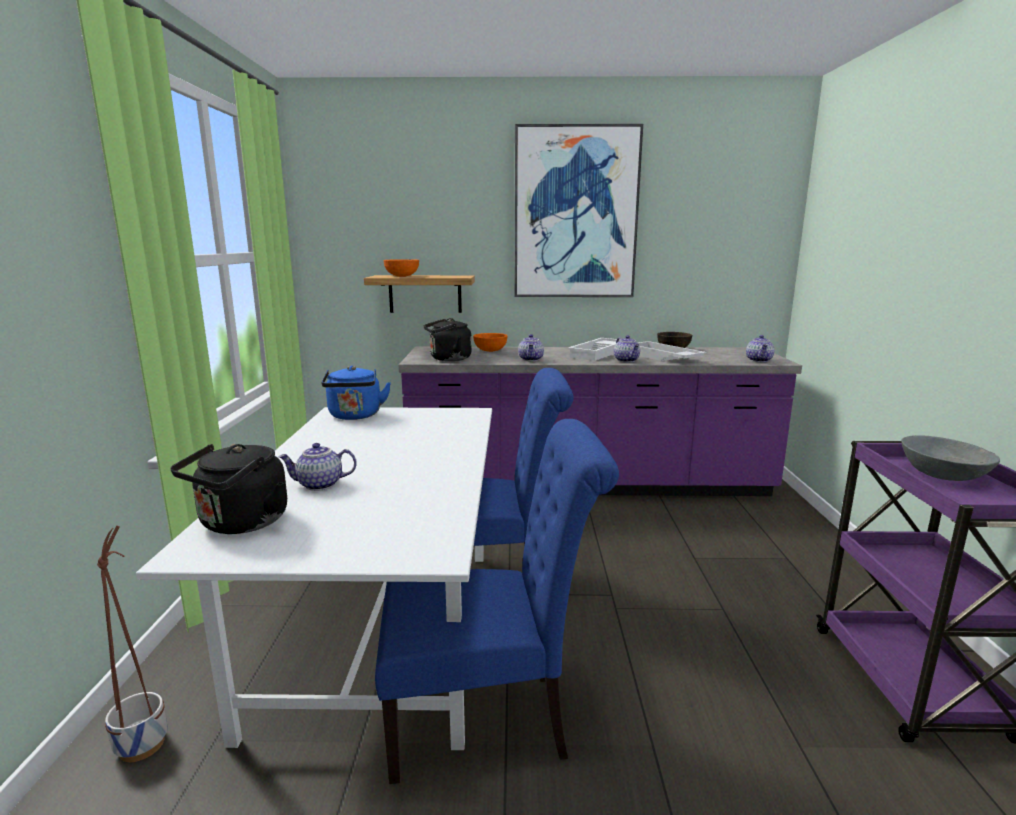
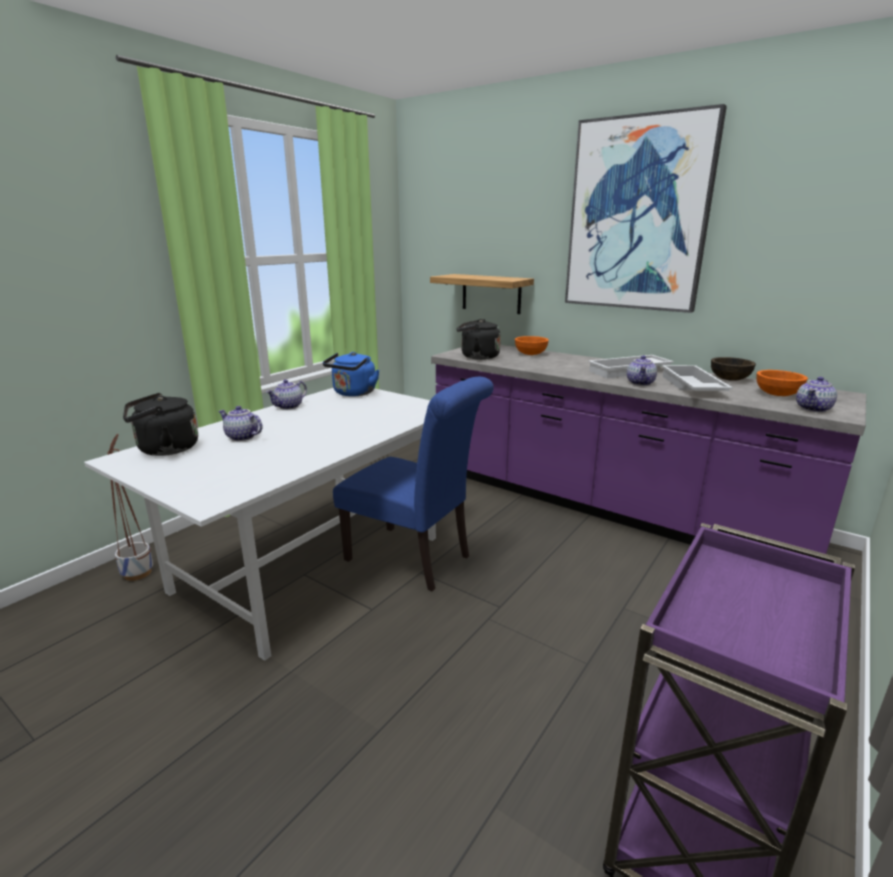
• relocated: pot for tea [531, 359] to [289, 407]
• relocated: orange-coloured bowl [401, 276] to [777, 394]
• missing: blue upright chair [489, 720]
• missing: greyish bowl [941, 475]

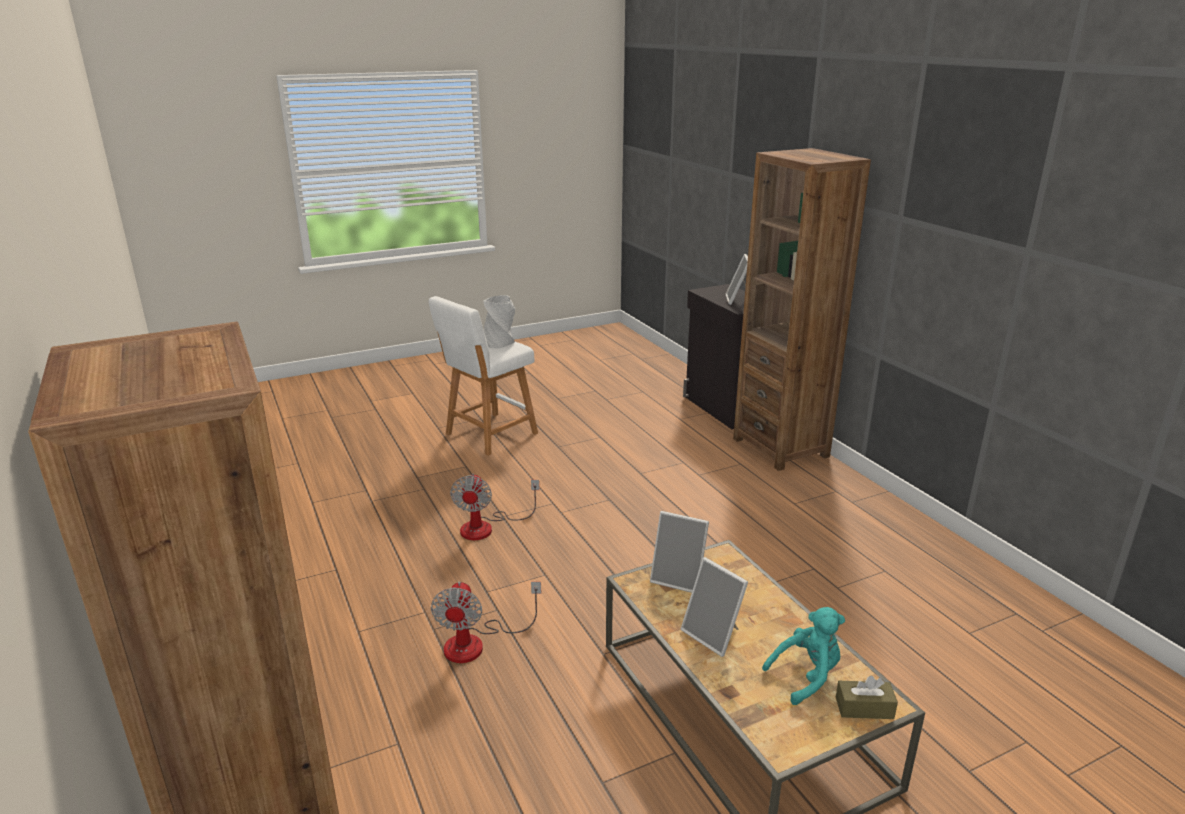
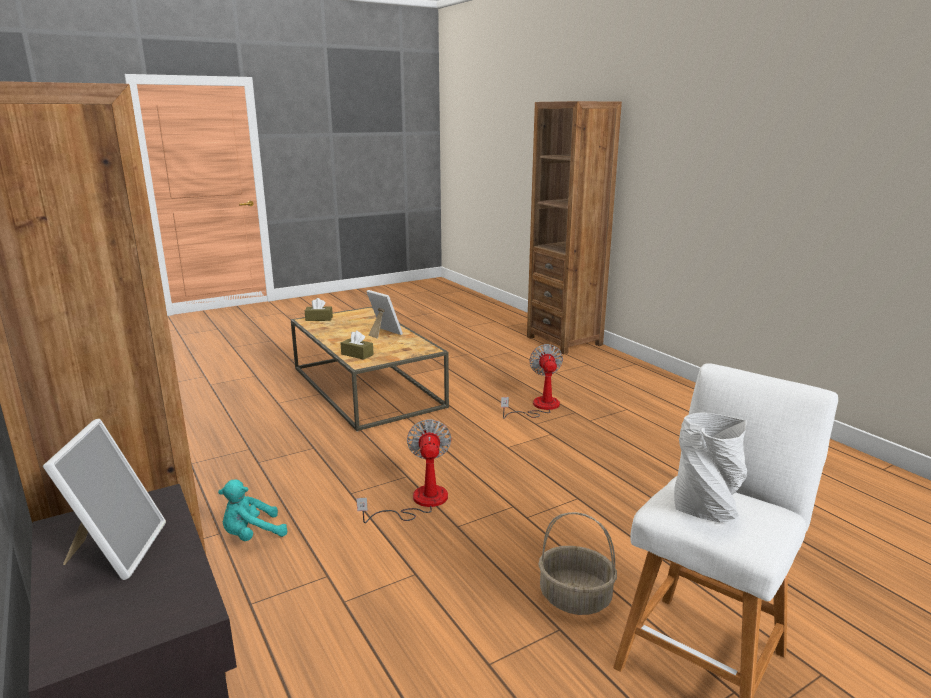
• relocated: turquoise-coloured soft toy [806, 676] to [252, 535]
• appeared: brown box of tissues [357, 354]
• relocated: cooling fan [487, 527] to [419, 502]
• appeared: household basket [574, 598]
• missing: photo frame [679, 578]

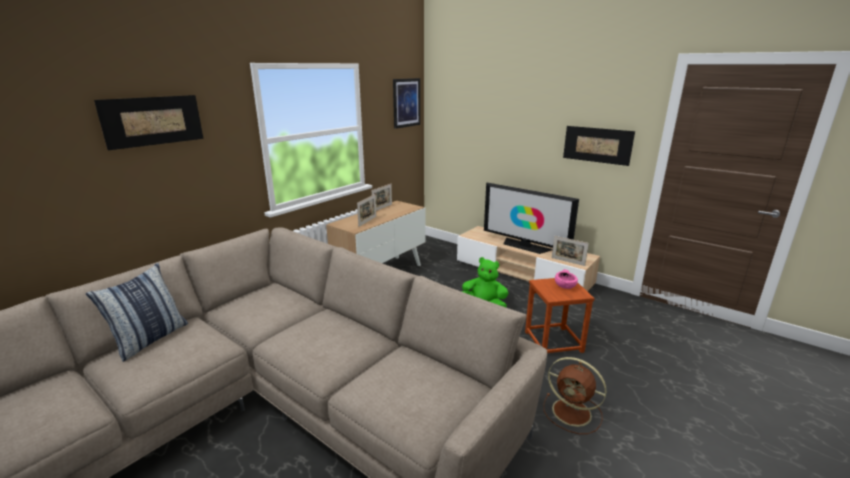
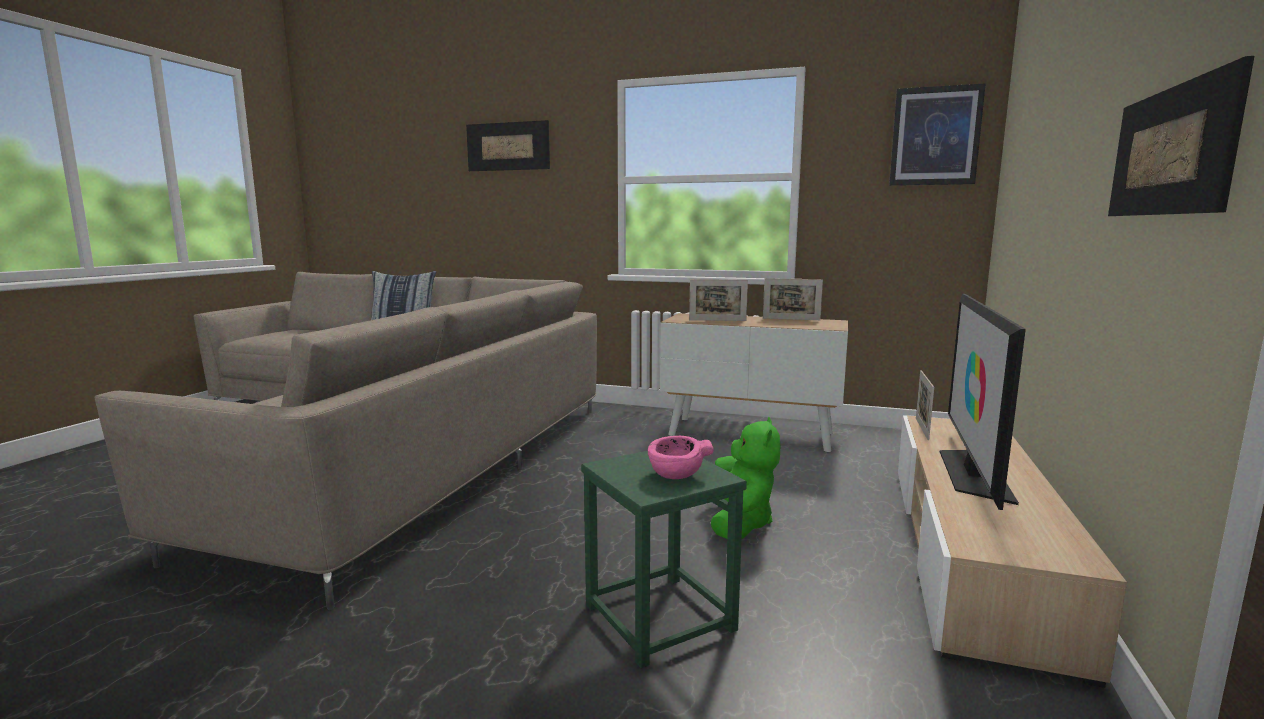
• colour: brown sitting stool [553, 342] to green sitting stool [658, 618]
• relocated: photo frame [568, 261] to [922, 429]
• missing: brown cooling fan [573, 413]

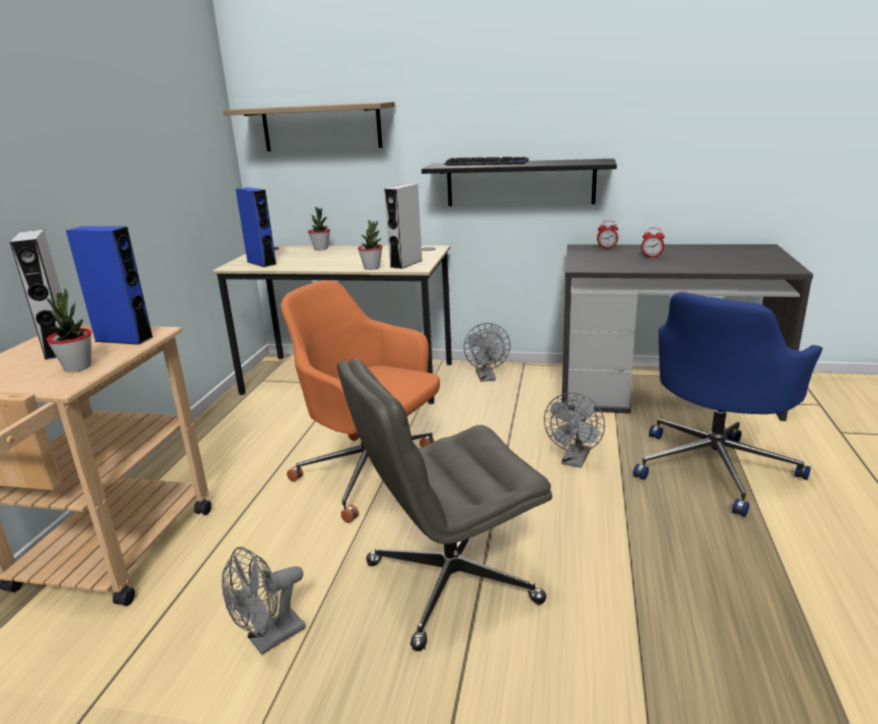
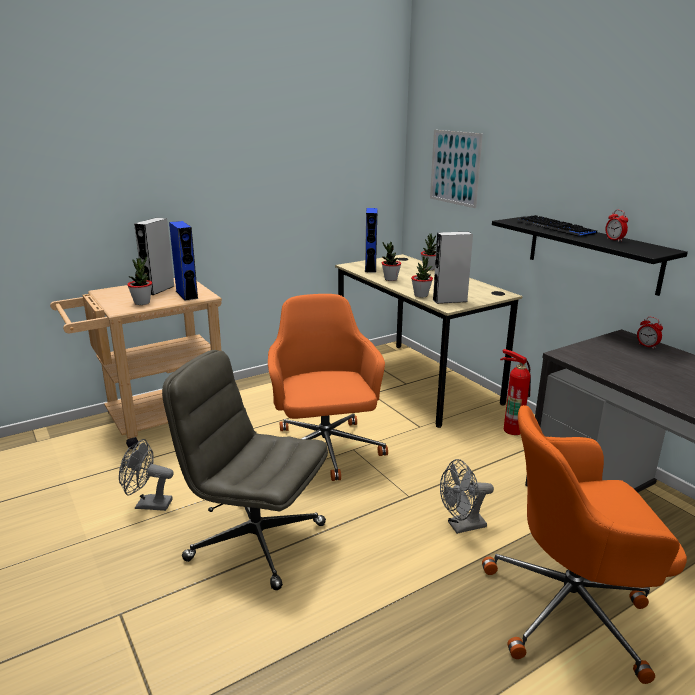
• appeared: houseplant [390, 279]
• exchanged: wall shelf [321, 127] to wall picture [455, 168]
• colour: blue computer chair [715, 466] to orange-coloured computer chair [571, 609]
• exchanged: greyish cooling fan [487, 378] to fire extinguisher [512, 429]
• relocated: bedside clock [651, 257] to [614, 240]

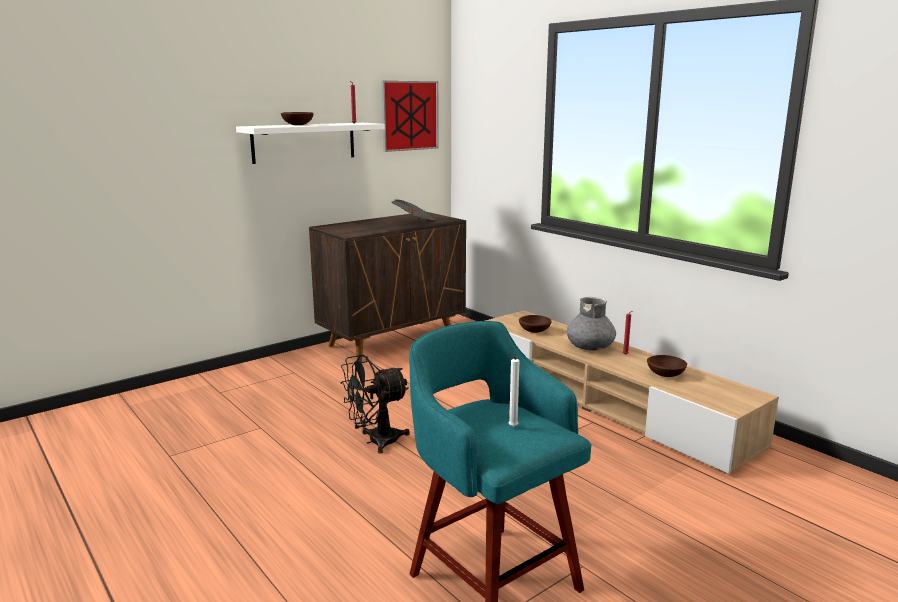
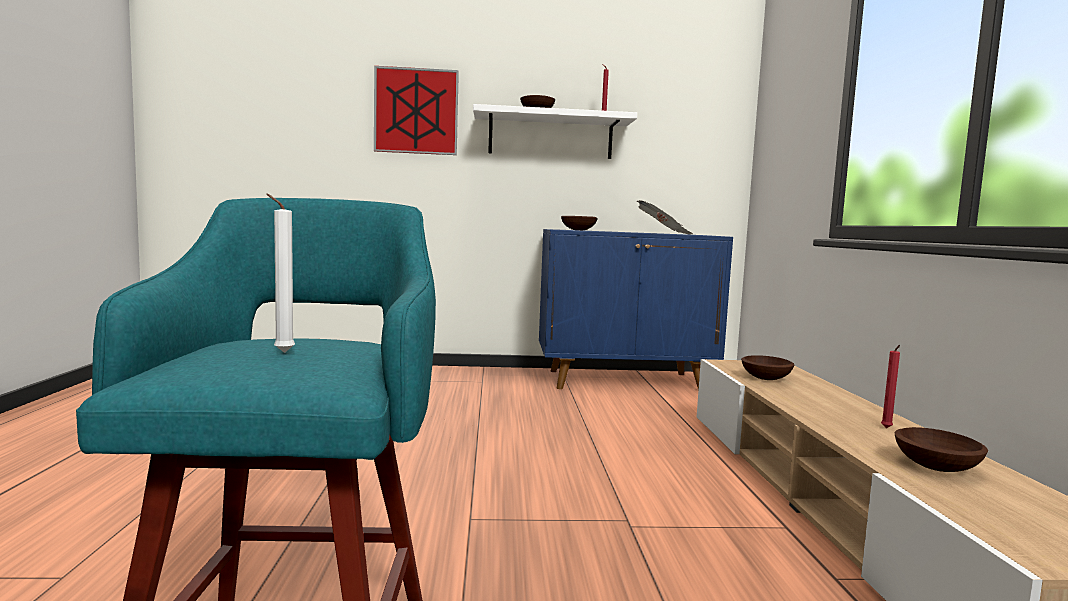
• relocated: wall picture [410, 115] to [416, 111]
• colour: brown cupboard [393, 340] to blue cupboard [625, 381]
• appeared: brown bowl [579, 230]
• missing: black cooling fan [375, 441]
• missing: greyish decorative vase [590, 347]

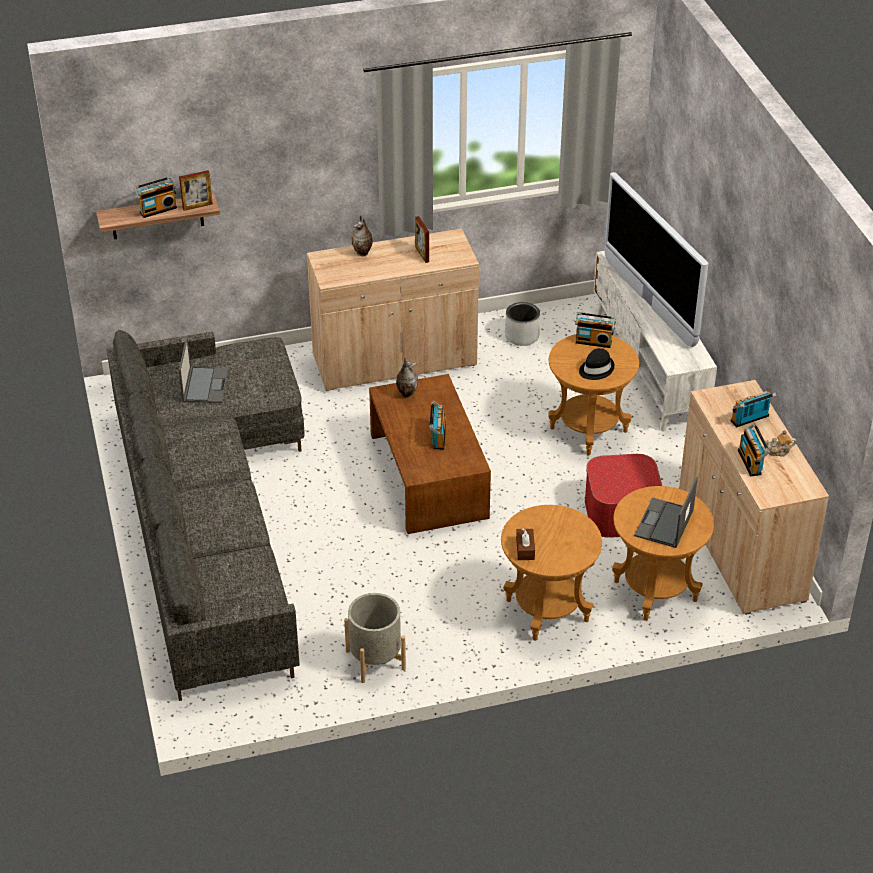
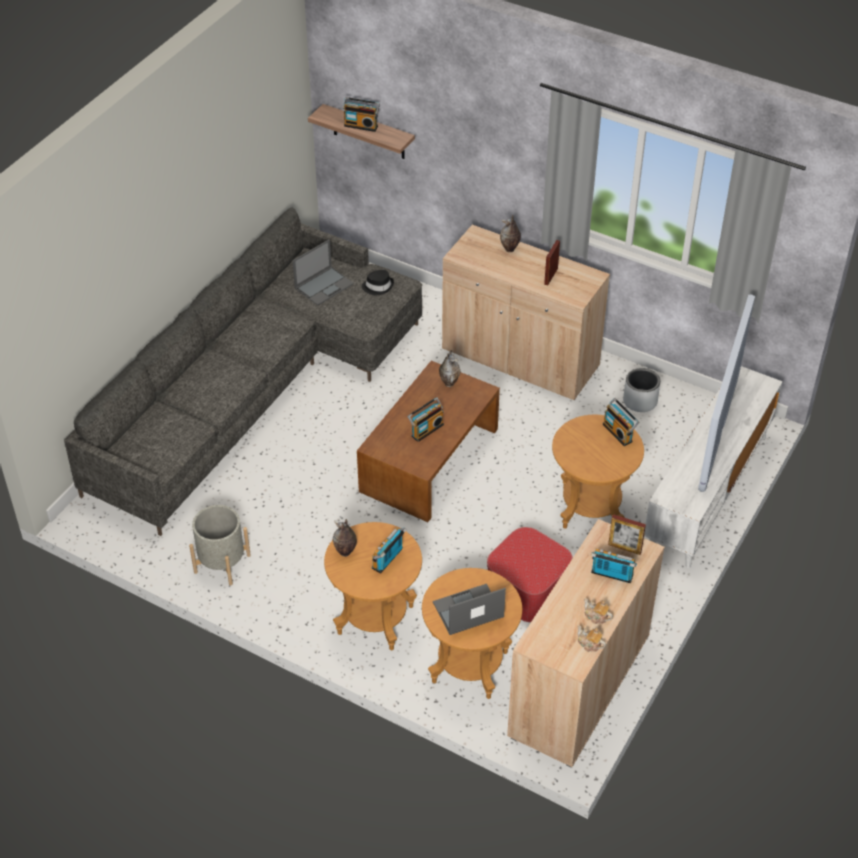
• exchanged: brown box of tissues [525, 549] to decorative vase [345, 552]
• relocated: black wearable hat [596, 369] to [378, 286]
• relocated: radio set [751, 462] to [389, 559]
• appeared: pot for tea [589, 644]
• relocated: photo frame [197, 206] to [624, 548]

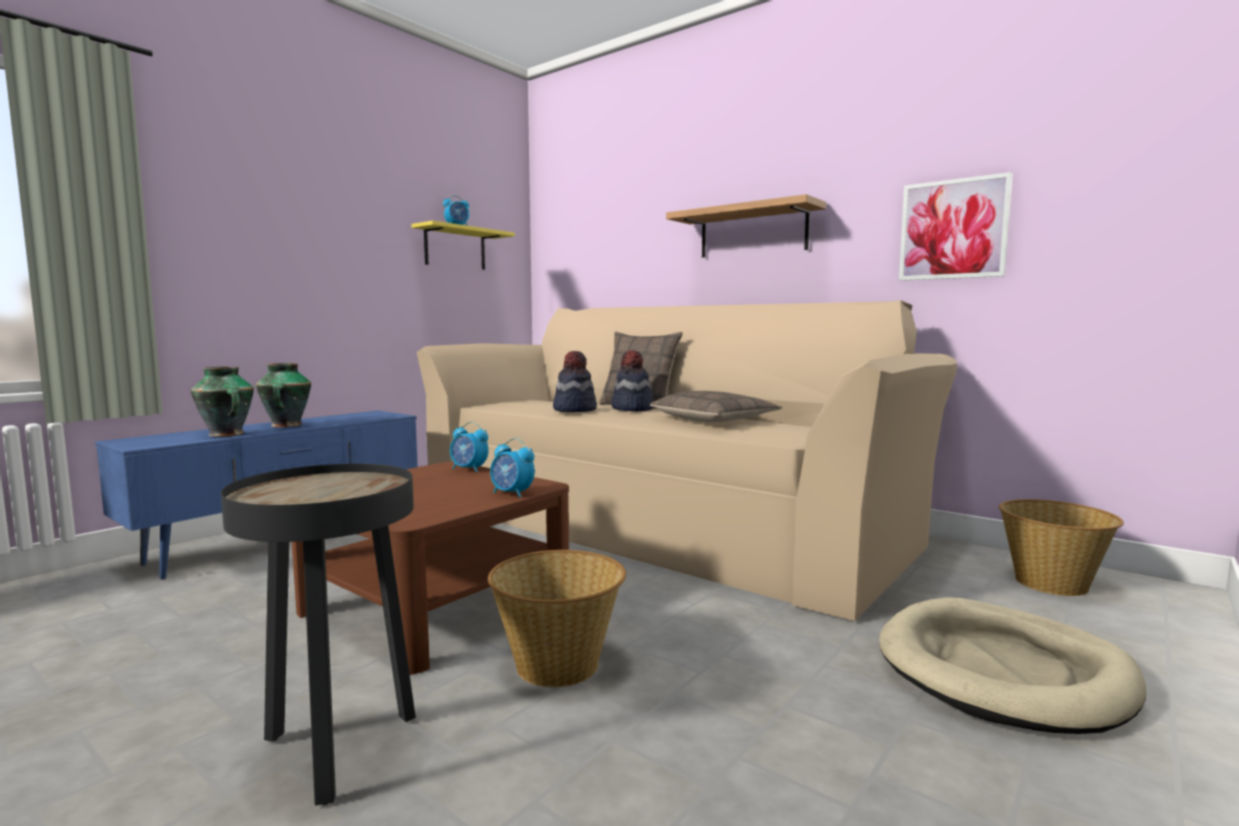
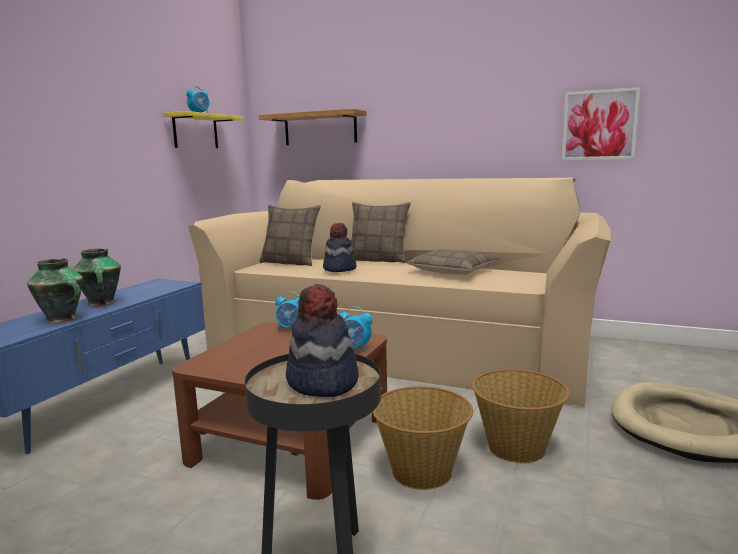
• relocated: wall shelf [753, 232] to [320, 129]
• appeared: pillow [290, 262]
• relocated: wearable hat [632, 409] to [322, 382]
• relocated: household basket [1052, 583] to [517, 447]

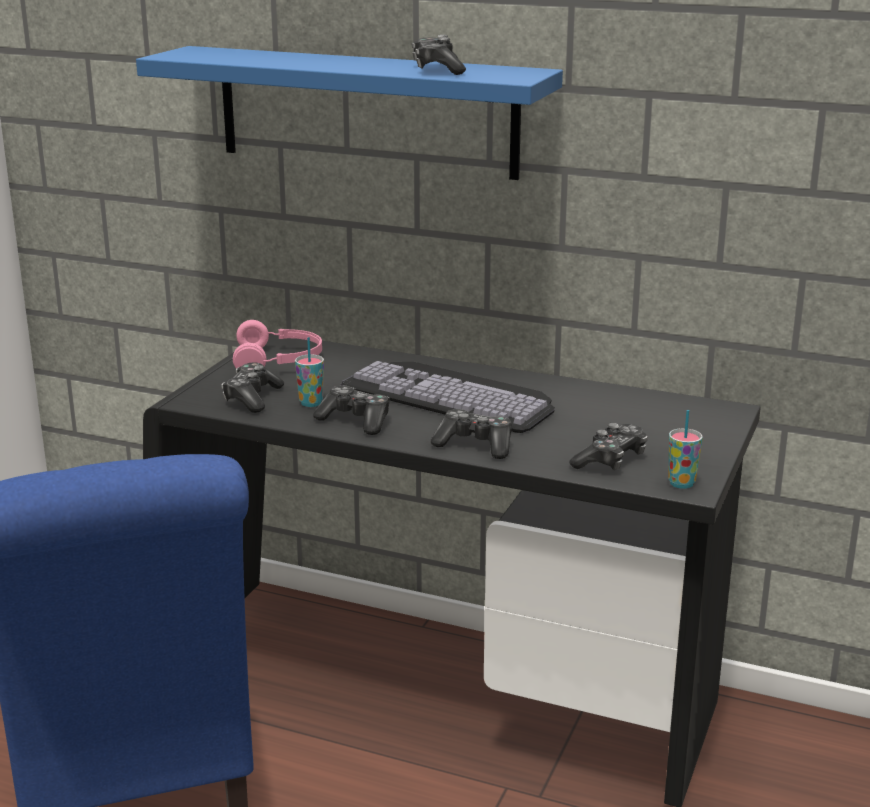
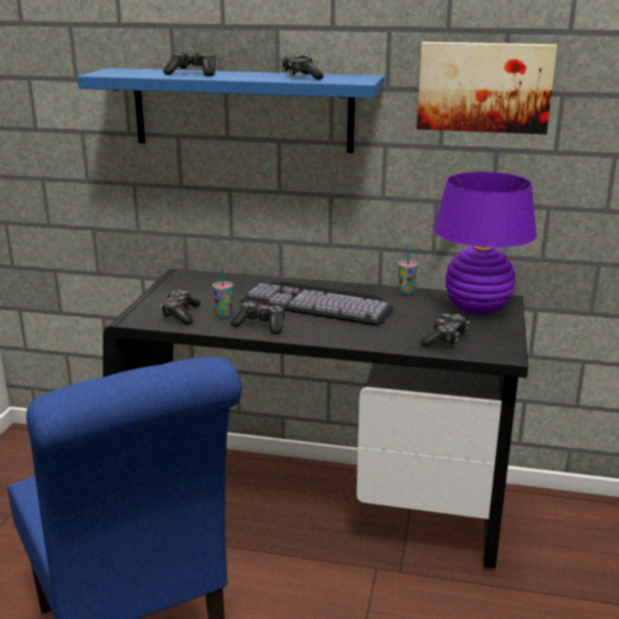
• relocated: gamepad [475, 445] to [193, 74]
• relocated: small cup [681, 483] to [406, 292]
• appeared: wall picture [484, 87]
• appeared: purplish tabletop lamp [477, 308]
• missing: pink headphones [279, 361]

